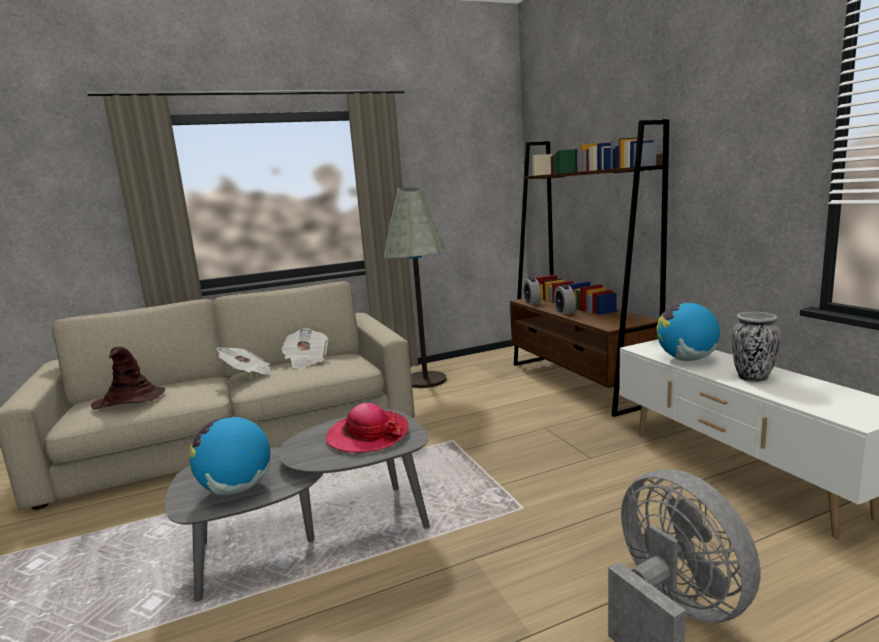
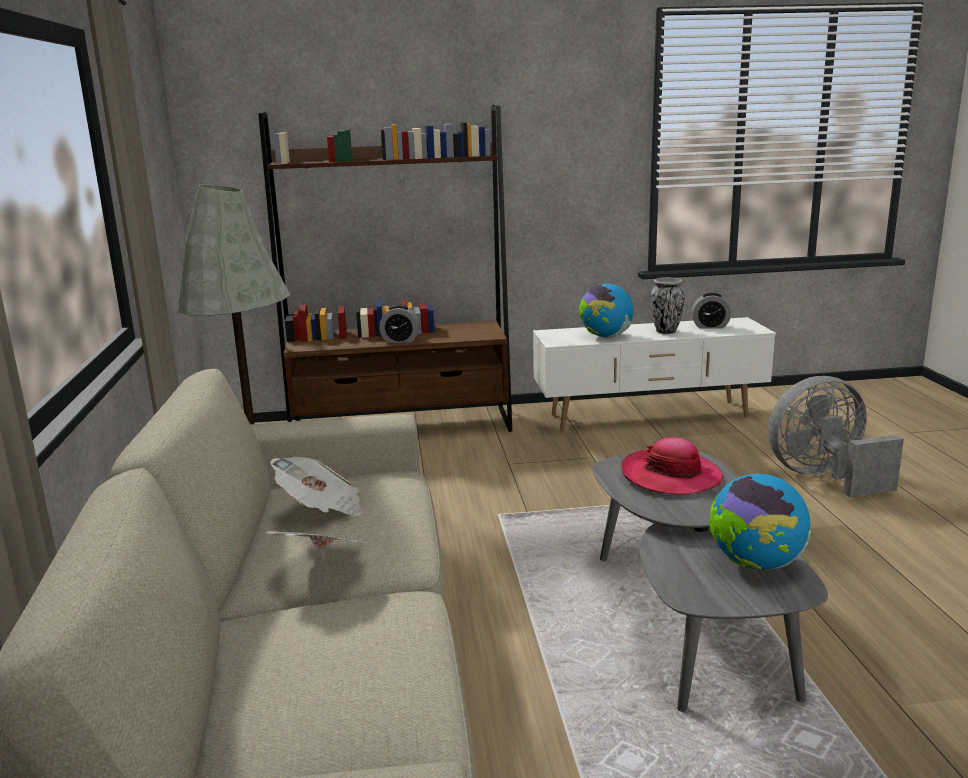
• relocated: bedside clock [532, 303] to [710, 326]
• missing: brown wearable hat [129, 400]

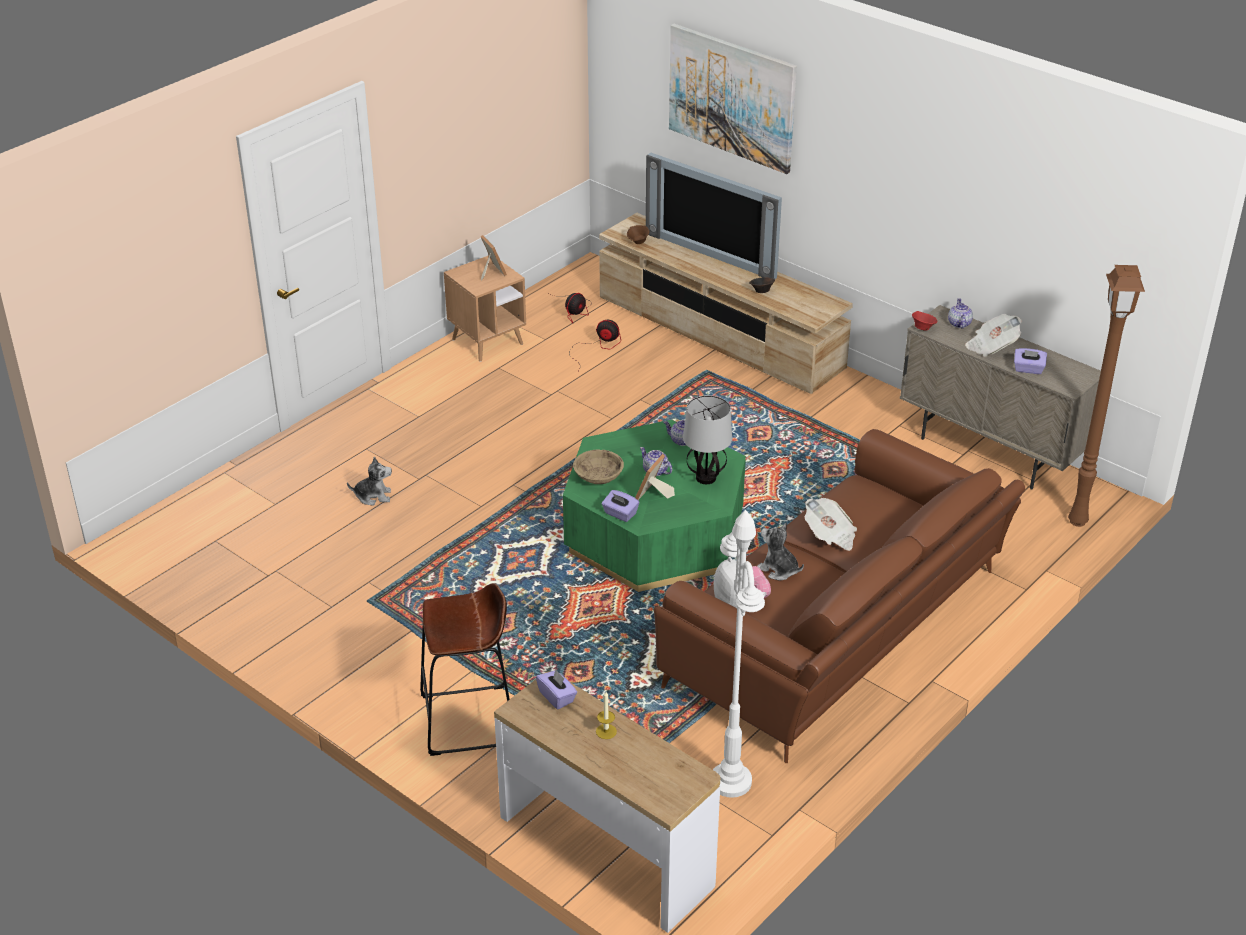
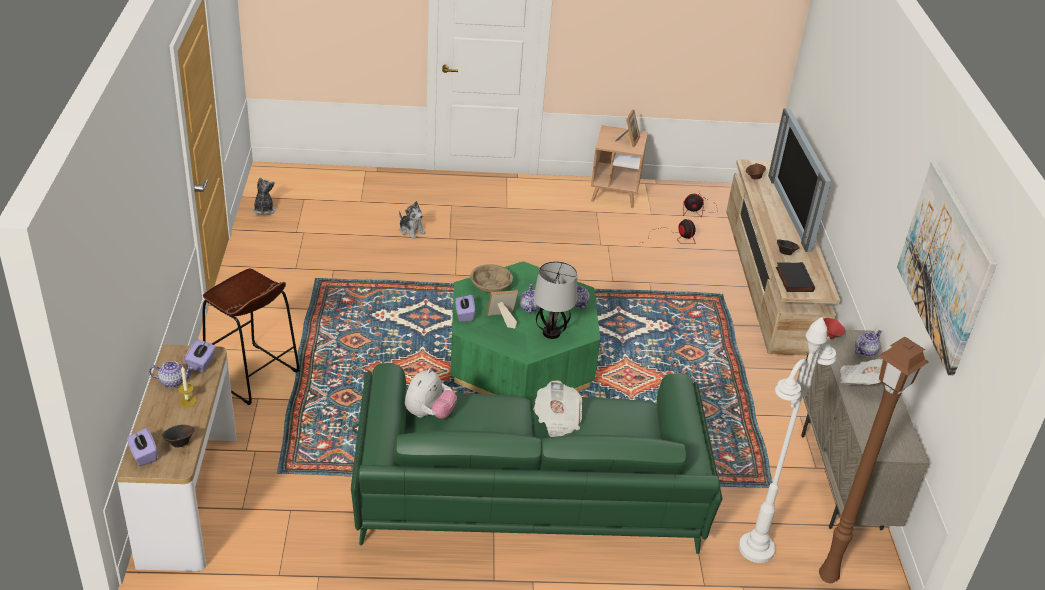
• relocated: purplish box of tissues [1028, 369] to [143, 455]
• appeared: pot for tea [172, 381]
• appeared: brown bowl [179, 443]
• relocated: soft toy [778, 570] to [264, 210]
• colour: brown sofa [837, 632] to green sofa [527, 501]
• relocated: white-coloured floor lamp [731, 782] to [756, 549]
• appeared: black bound book [793, 279]
• relocated: wall picture [731, 97] to [945, 265]

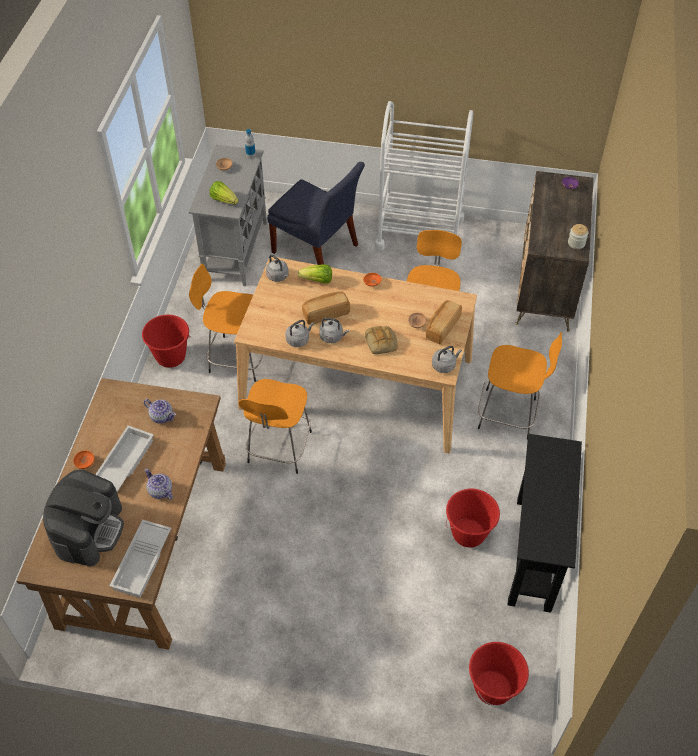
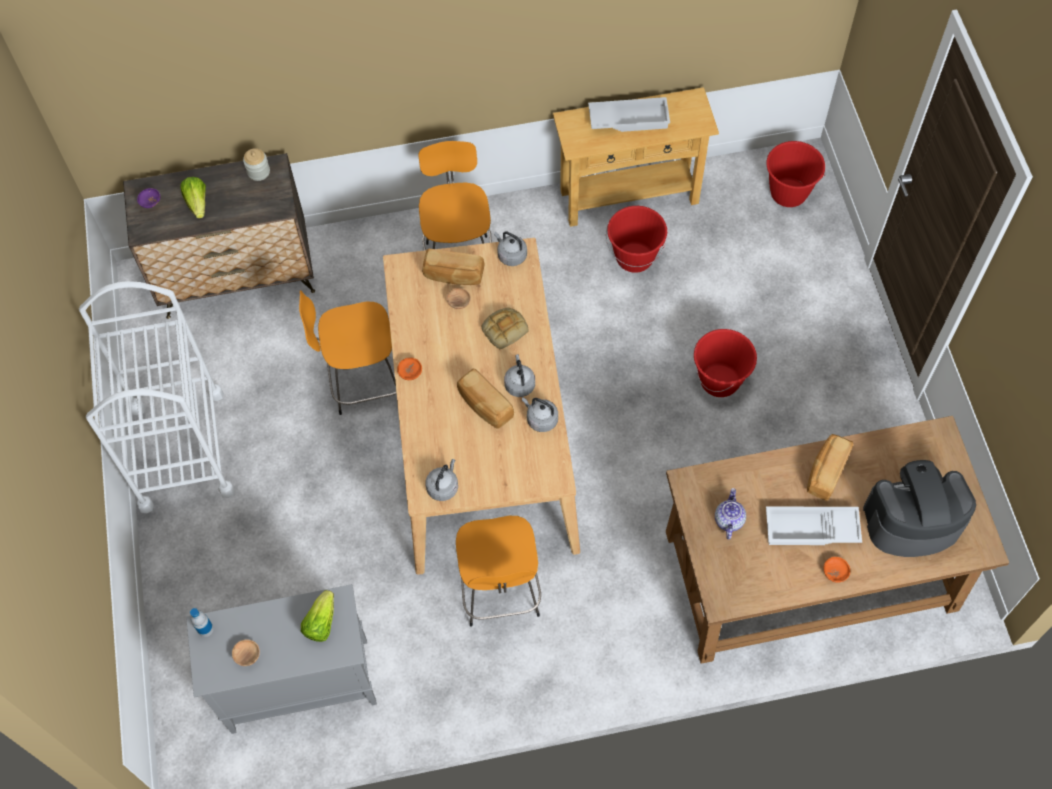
• relocated: lettuce head [317, 280] to [197, 203]
• colour: black hall table [533, 553] to beige hall table [629, 196]
• relocated: white-coloured carrying tray [143, 562] to [629, 118]
• relocated: red bucket [170, 357] to [720, 381]
• exchanged: pot for tea [160, 491] to baked bread [825, 472]
• missing: orange-coloured sitting stool [279, 449]
• missing: blue upright chair [318, 251]

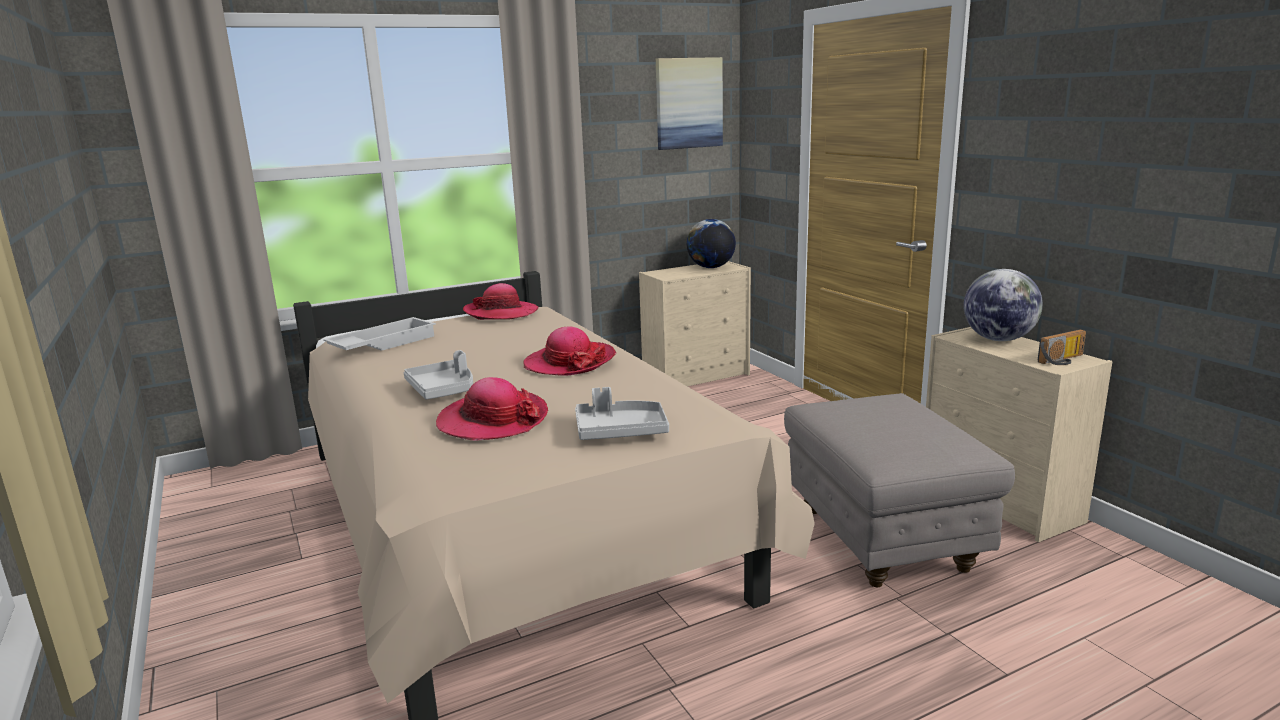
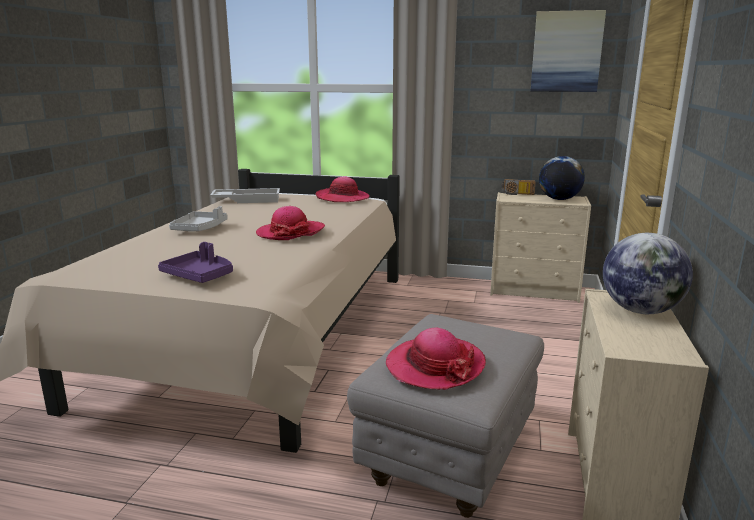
• colour: greyish carrying tray [620, 431] to purplish carrying tray [199, 276]
• relocated: wearable hat [493, 420] to [434, 366]
• relocated: radio set [1063, 360] to [517, 194]

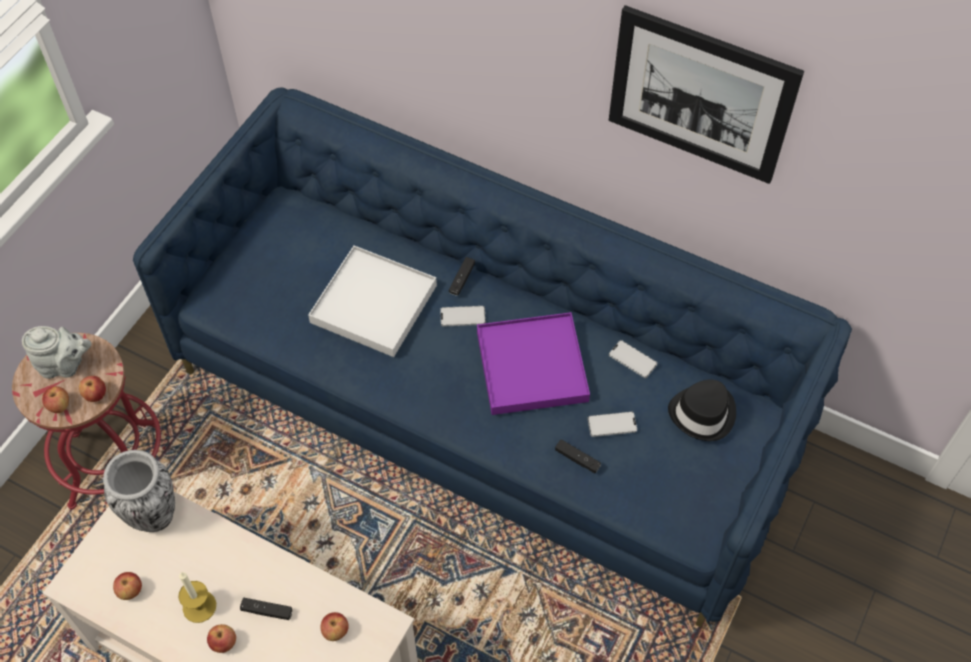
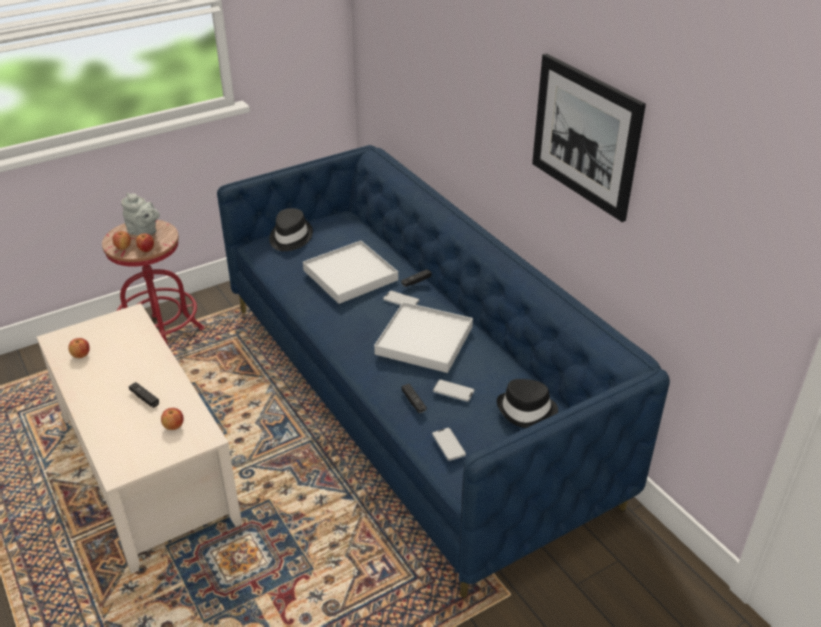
• appeared: black wearable hat [290, 237]
• colour: purplish carrying tray [531, 366] to white-coloured carrying tray [424, 340]
• relocated: handset [632, 359] to [448, 445]
• missing: decorative vase [153, 516]
• missing: wax candle [199, 606]
• missing: apple fruit [224, 643]

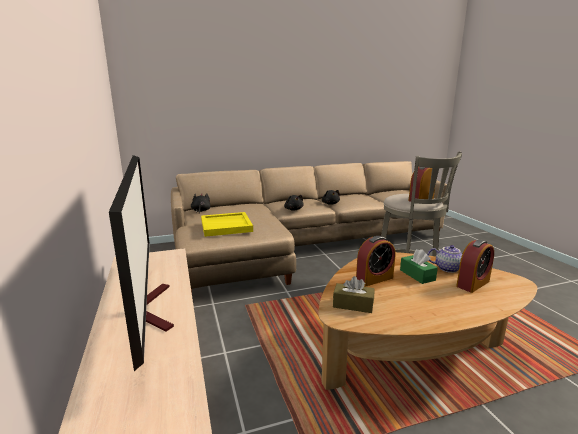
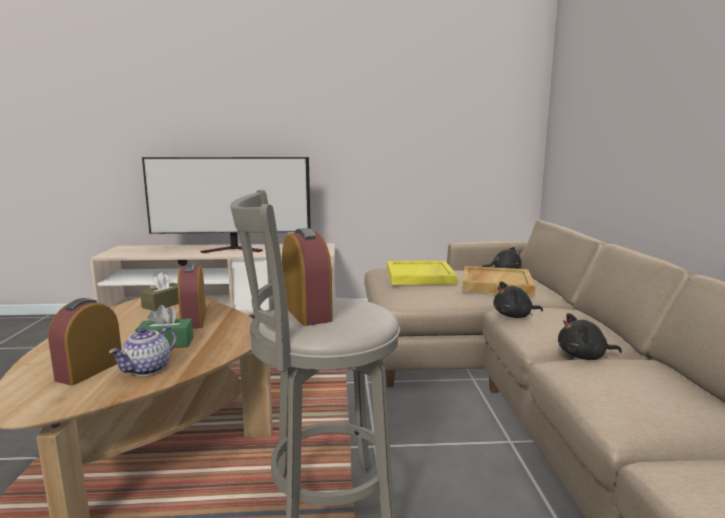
• spun: bedside clock [473, 284] = [90, 370] 45 degrees clockwise
• appeared: beige carrying tray [495, 284]

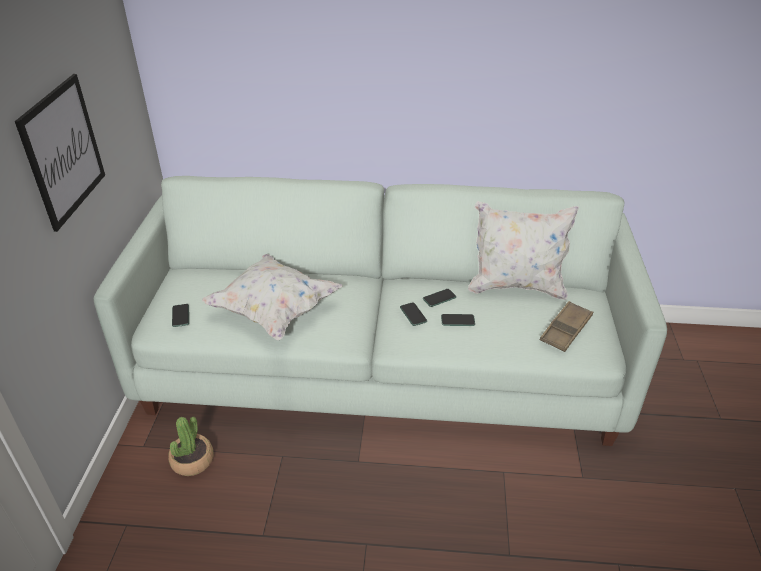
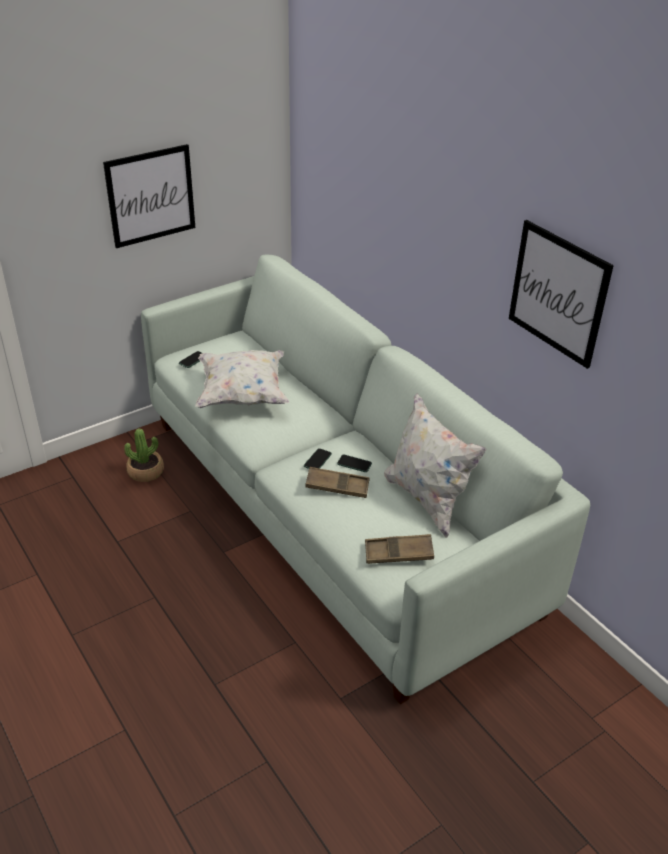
• exchanged: handset [457, 320] to brown carrying tray [337, 486]
• appeared: wall picture [558, 293]

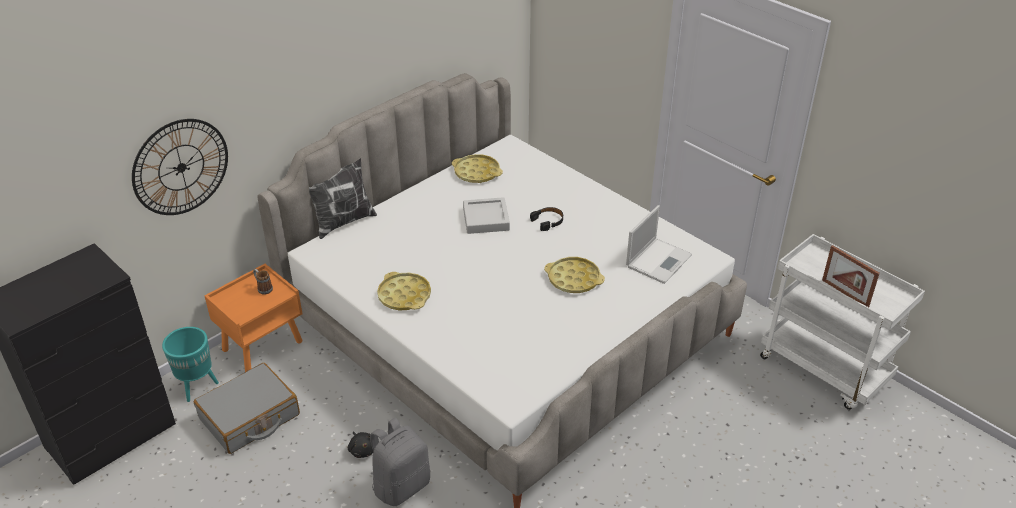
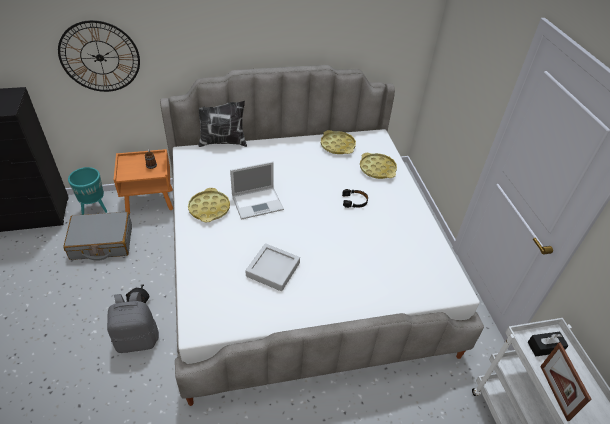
• relocated: notebook computer [659, 260] to [258, 202]
• relocated: greyish carrying tray [486, 219] to [273, 269]
• relocated: yellowish carrying tray [574, 279] to [377, 169]
• appeared: black box of tissues [545, 347]

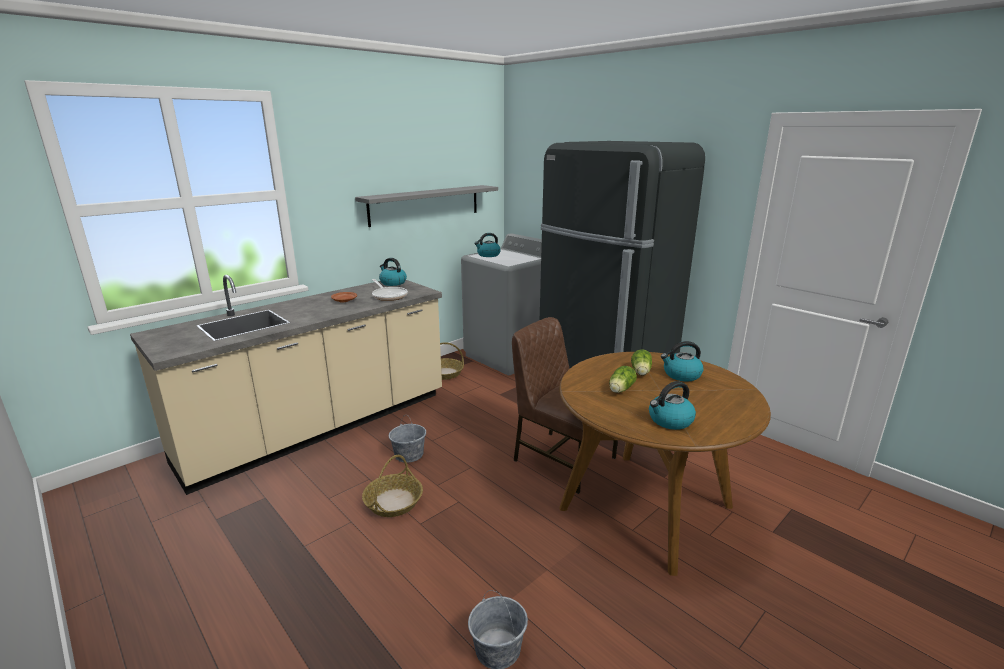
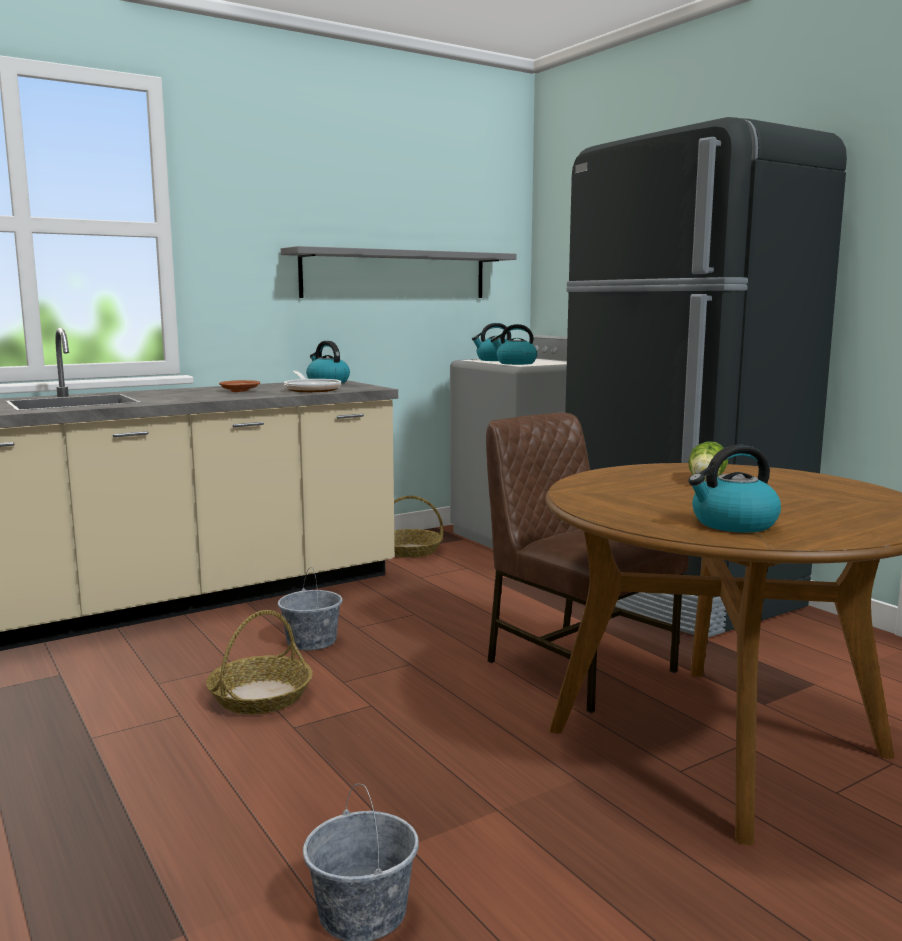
• relocated: kettle [681, 375] to [515, 363]
• missing: lettuce head [620, 390]

